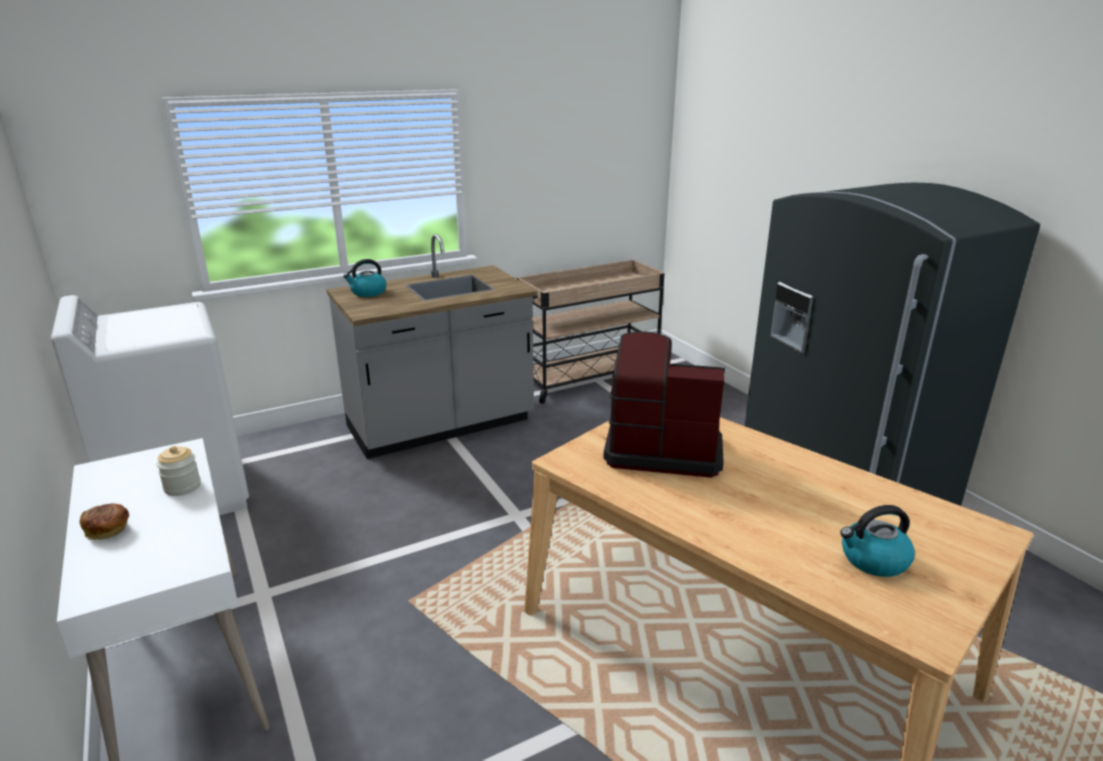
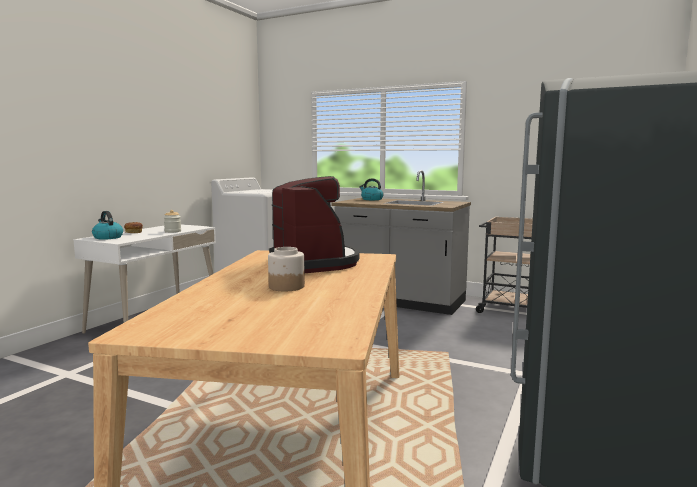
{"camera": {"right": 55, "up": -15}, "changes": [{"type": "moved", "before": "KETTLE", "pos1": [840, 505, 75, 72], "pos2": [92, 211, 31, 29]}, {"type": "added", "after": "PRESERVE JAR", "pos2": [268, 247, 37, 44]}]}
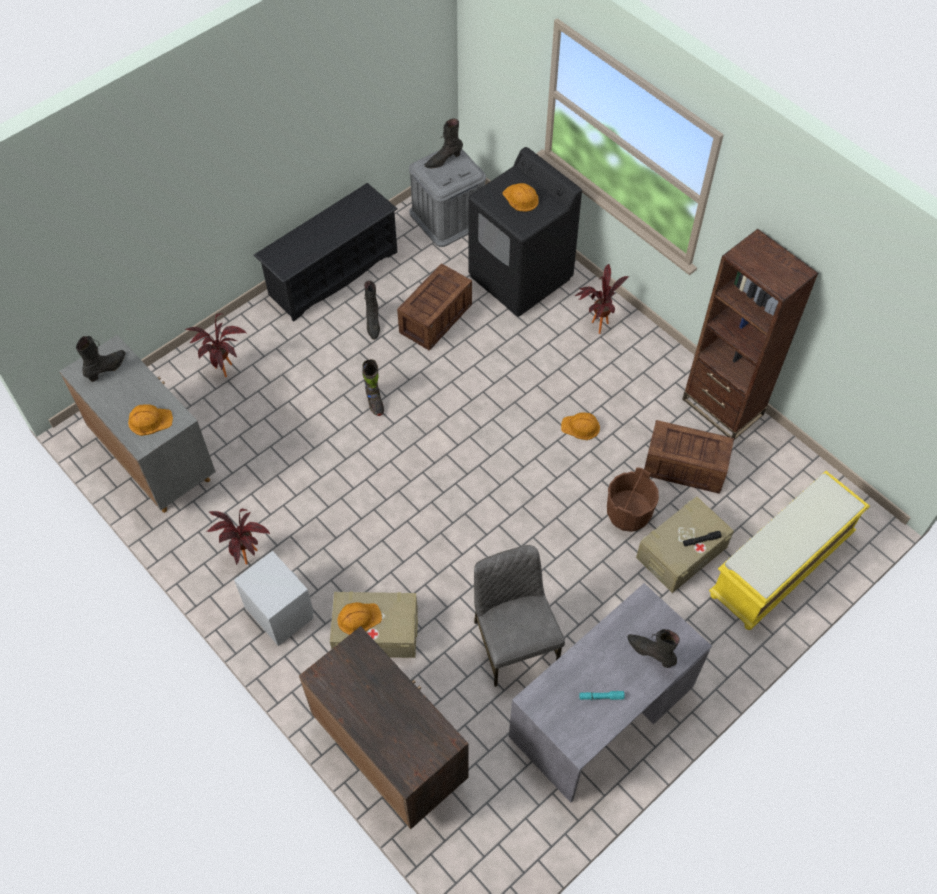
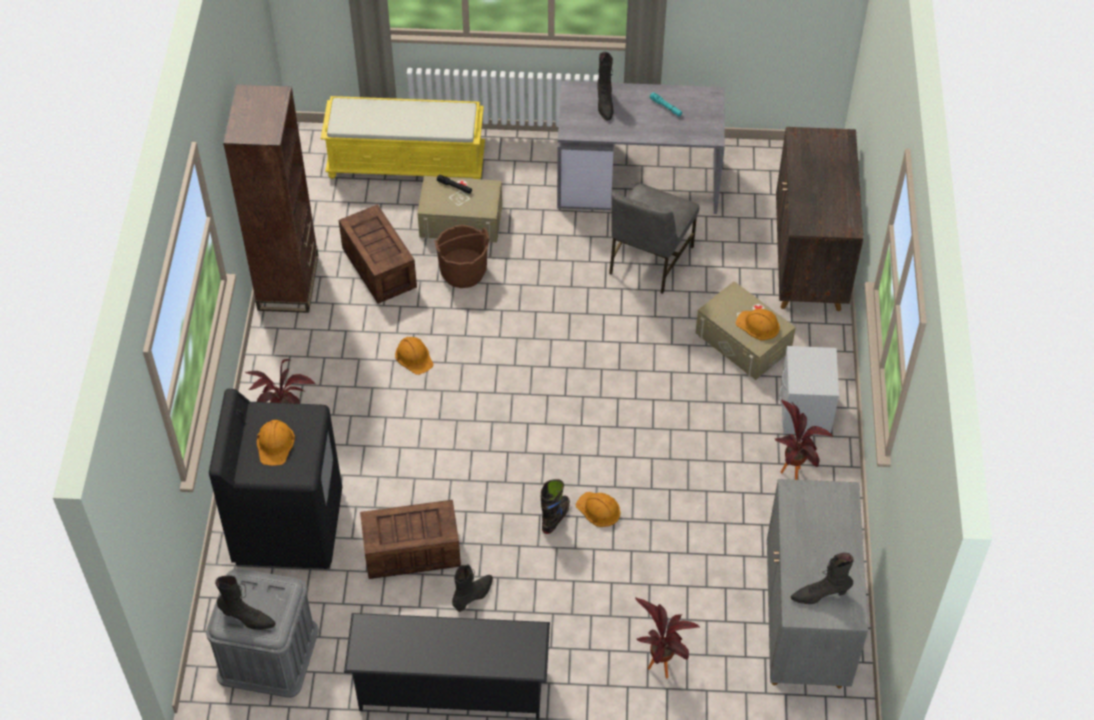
{"camera": {"right": -135, "up": -5}, "changes": [{"type": "moved", "before": "ORANGE-COLOURED SAFETY HELMET", "pos1": [128, 404, 45, 32], "pos2": [576, 492, 44, 35]}]}
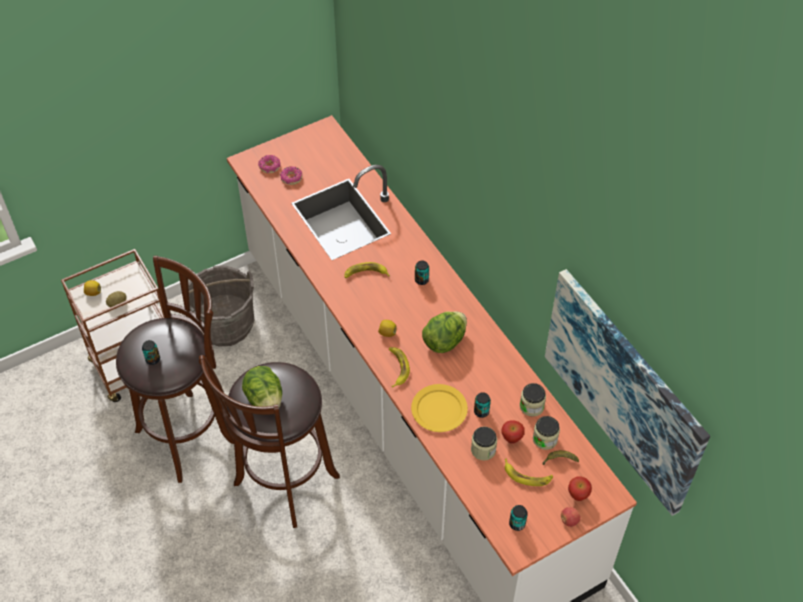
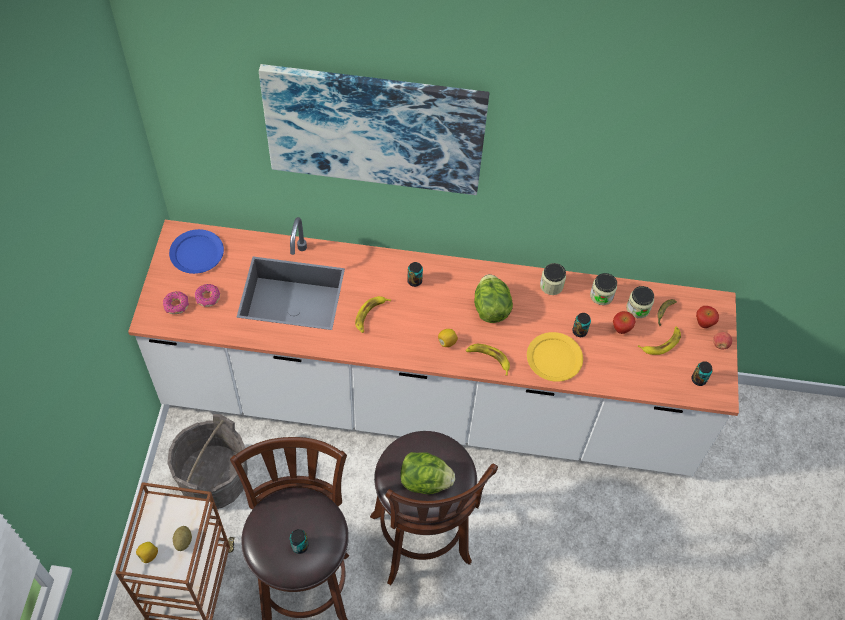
{"camera": {"right": -55, "up": 5}, "changes": [{"type": "moved", "before": "PICTURE", "pos1": [545, 269, 165, 247], "pos2": [259, 64, 230, 131]}, {"type": "moved", "before": "PRESERVE JAR", "pos1": [471, 427, 26, 33], "pos2": [540, 263, 26, 32]}, {"type": "added", "after": "BLUE-COLOURED FLAT DISH", "pos2": [169, 229, 55, 45]}]}
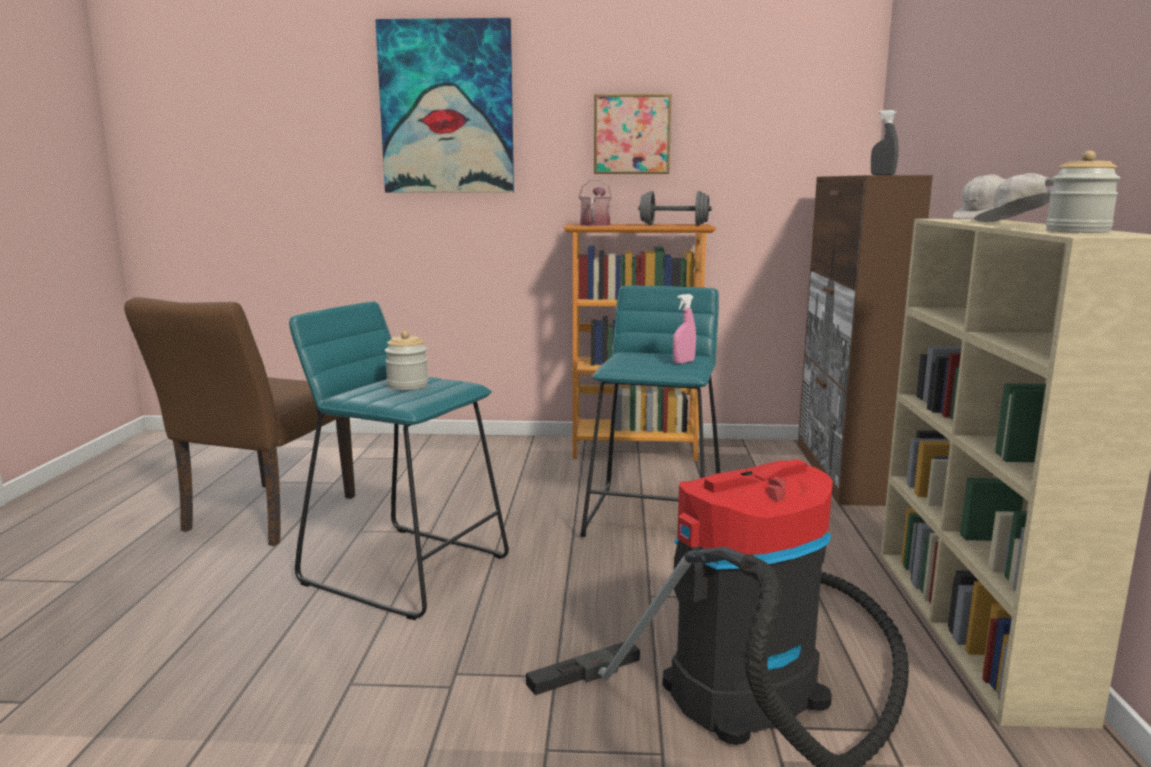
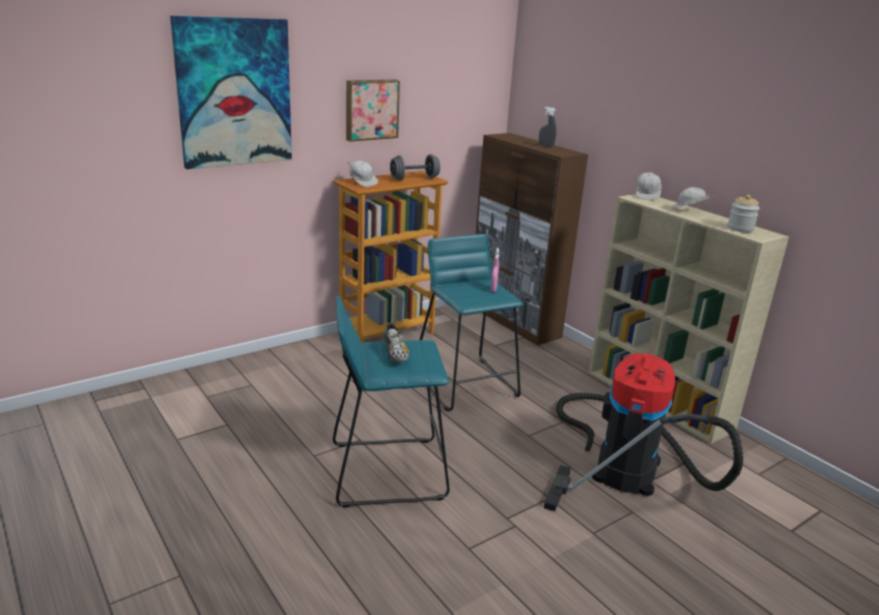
{"camera": {"right": -40, "up": 10}, "changes": [{"type": "replaced", "before": "SPRINKLING CAN", "after": "WHITE-COLOURED BASEBALL CAP", "pos1": [579, 179, 33, 47], "pos2": [347, 160, 31, 27]}, {"type": "removed", "before": "BROWNISH UPRIGHT CHAIR", "pos1": [124, 297, 231, 249]}, {"type": "replaced", "before": "PRESERVE JAR", "after": "ITEM OF FOOTWEAR", "pos1": [385, 331, 43, 59], "pos2": [384, 323, 25, 40]}]}
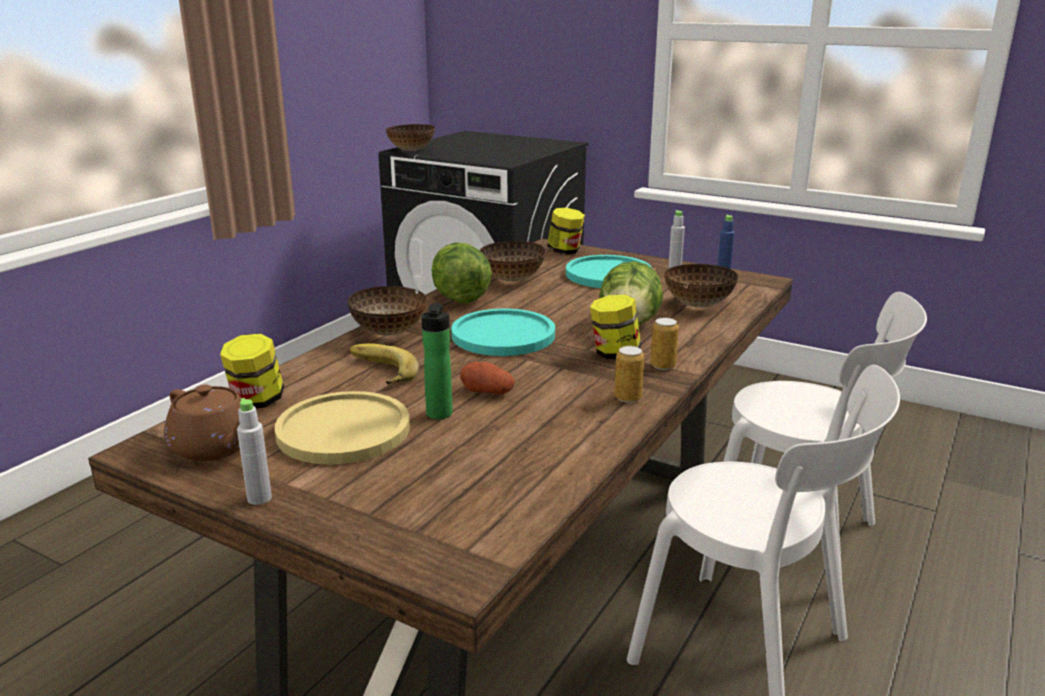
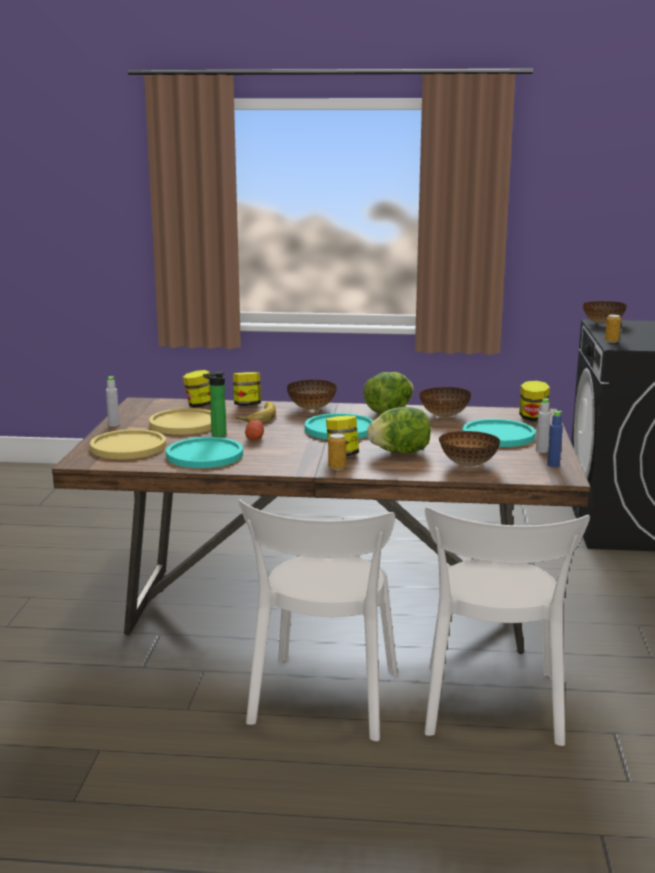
{"camera": {"right": 65, "up": -5}, "changes": [{"type": "moved", "before": "SEALED CAN", "pos1": [614, 346, 30, 57], "pos2": [605, 315, 16, 28]}, {"type": "removed", "before": "BROWNISH POT FOR TEA", "pos1": [164, 385, 77, 76]}, {"type": "added", "after": "PRESERVE JAR", "pos2": [233, 372, 28, 34]}, {"type": "added", "after": "YELLOWISH FLAT DISH", "pos2": [90, 429, 76, 30]}, {"type": "added", "after": "TURQUOISE-COLOURED FLAT DISH", "pos2": [166, 437, 77, 31]}]}
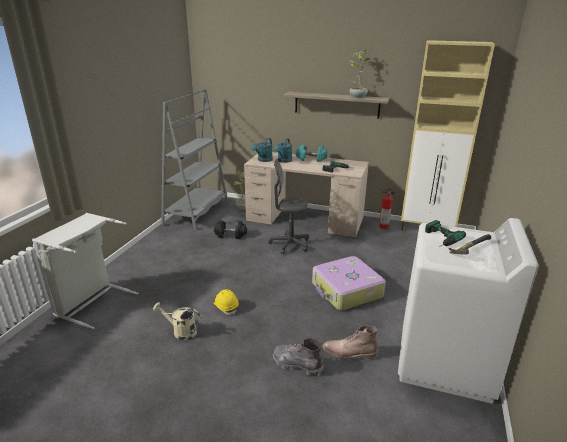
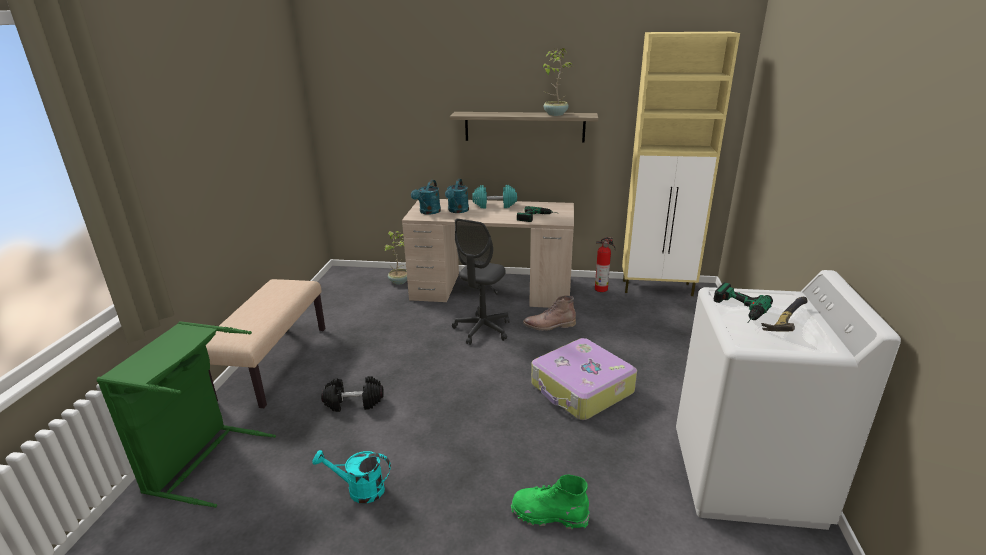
{"camera": {"right": -10, "up": 0}, "changes": [{"type": "removed", "before": "GREY SHELVING UNIT", "pos1": [161, 89, 67, 141]}, {"type": "turned", "before": "GREY DESK CHAIR", "pos1": [268, 159, 41, 96], "pos2": [452, 219, 58, 126], "turn": -60}, {"type": "recoloured", "before": "GREY WASHING BASKET", "after": "GREEN WASHING BASKET", "pos1": [32, 213, 107, 116], "pos2": [96, 321, 180, 187]}, {"type": "moved", "before": "BLACK DUMBBELL", "pos1": [214, 220, 33, 19], "pos2": [321, 376, 63, 36]}, {"type": "removed", "before": "YELLOWISH SAFETY HELMET", "pos1": [214, 289, 25, 26]}, {"type": "recoloured", "before": "SAND-COLOURED SPRINKLING CAN", "after": "TURQUOISE-COLOURED SPRINKLING CAN", "pos1": [153, 302, 48, 38], "pos2": [313, 450, 78, 54]}, {"type": "moved", "before": "BROWNISH TALL BOOT", "pos1": [322, 325, 56, 35], "pos2": [523, 295, 53, 36]}, {"type": "recoloured", "before": "GREY TALL BOOT", "after": "GREEN TALL BOOT", "pos1": [273, 338, 51, 38], "pos2": [511, 474, 78, 55]}, {"type": "added", "after": "SAND-COLOURED BENCH", "pos2": [206, 279, 119, 129]}]}
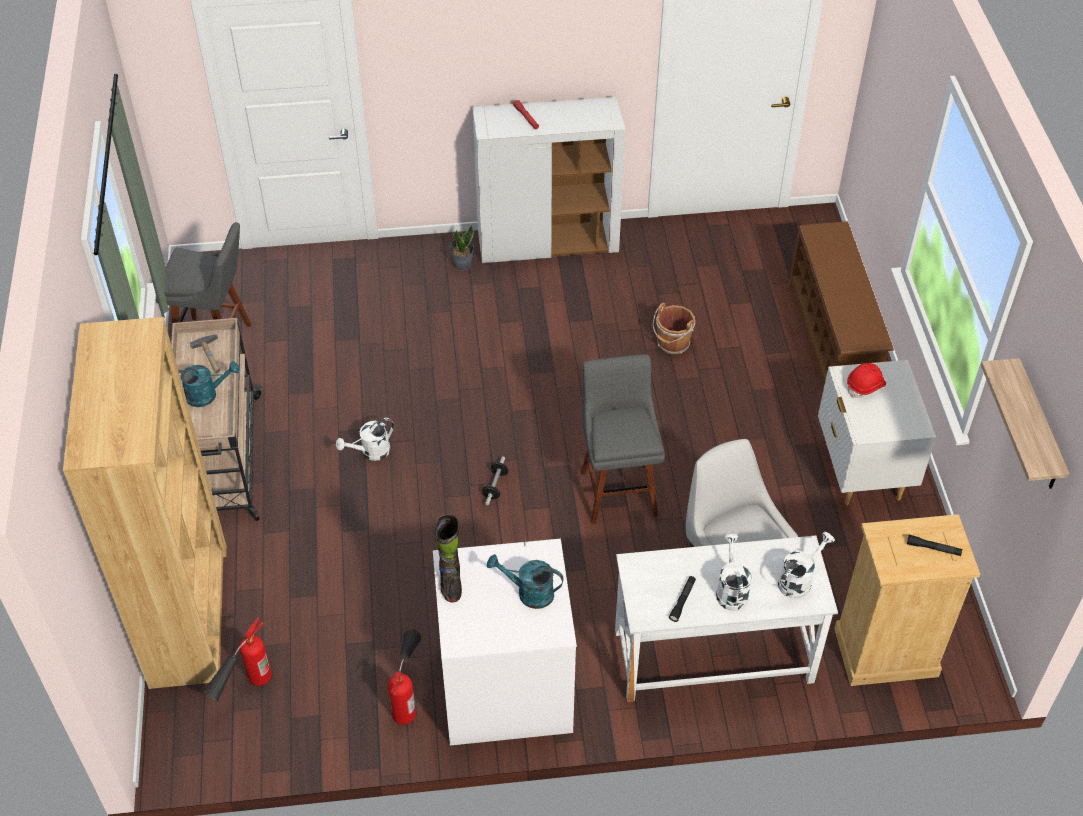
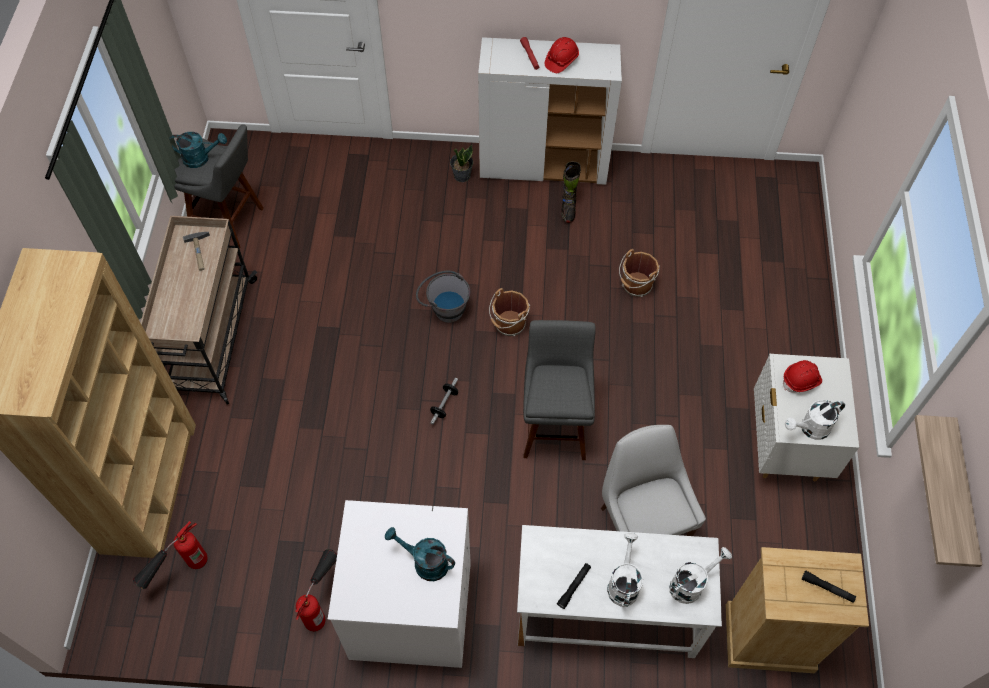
{"camera": {"right": 10, "up": 10}, "changes": [{"type": "removed", "before": "BROWNISH SHOE RACK", "pos1": [788, 221, 106, 169]}, {"type": "moved", "before": "TURQUOISE-COLOURED SPRINKLING CAN", "pos1": [178, 361, 62, 46], "pos2": [169, 132, 58, 36]}, {"type": "moved", "before": "WHITE-COLOURED SPRINKLING CAN", "pos1": [336, 418, 58, 43], "pos2": [785, 400, 60, 40]}, {"type": "moved", "before": "BLACK TALL BOOT", "pos1": [435, 514, 27, 88], "pos2": [561, 161, 20, 62]}, {"type": "added", "after": "RED SAFETY HELMET", "pos2": [545, 37, 34, 36]}, {"type": "added", "after": "GREY BUCKET", "pos2": [416, 271, 54, 52]}, {"type": "added", "after": "BROWNISH BUCKET", "pos2": [489, 288, 41, 48]}]}
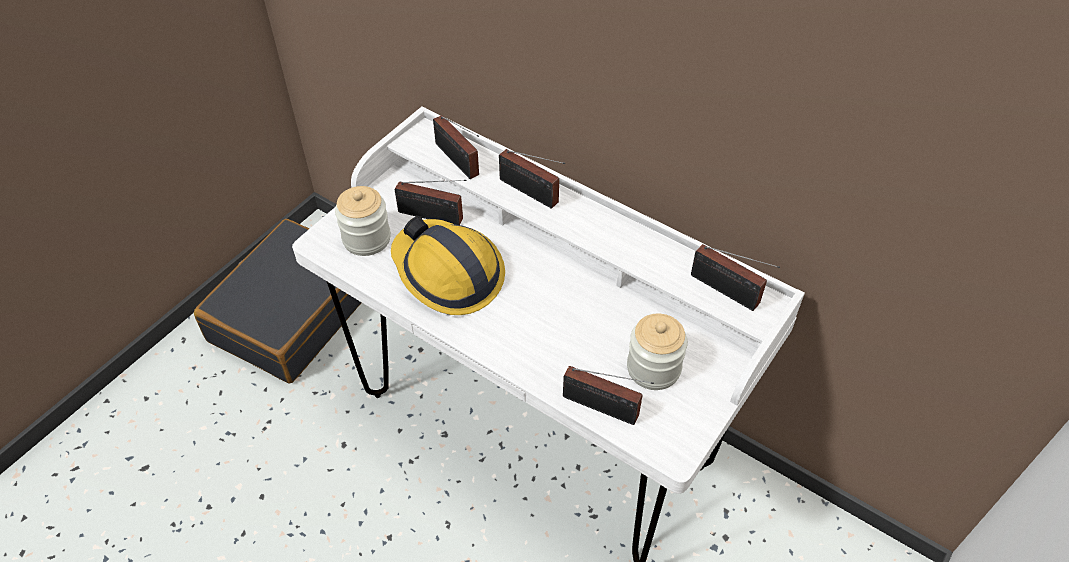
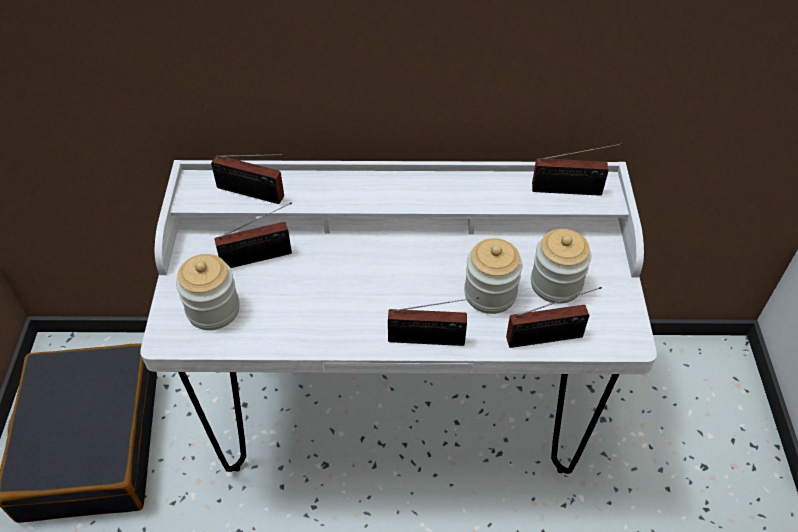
{"camera": {"right": -35, "up": 0}, "changes": [{"type": "moved", "before": "RADIO", "pos1": [499, 149, 66, 60], "pos2": [388, 297, 91, 49]}, {"type": "removed", "before": "SAFETY HELMET", "pos1": [391, 216, 114, 99]}, {"type": "added", "after": "PRESERVE JAR", "pos2": [464, 238, 59, 76]}]}
